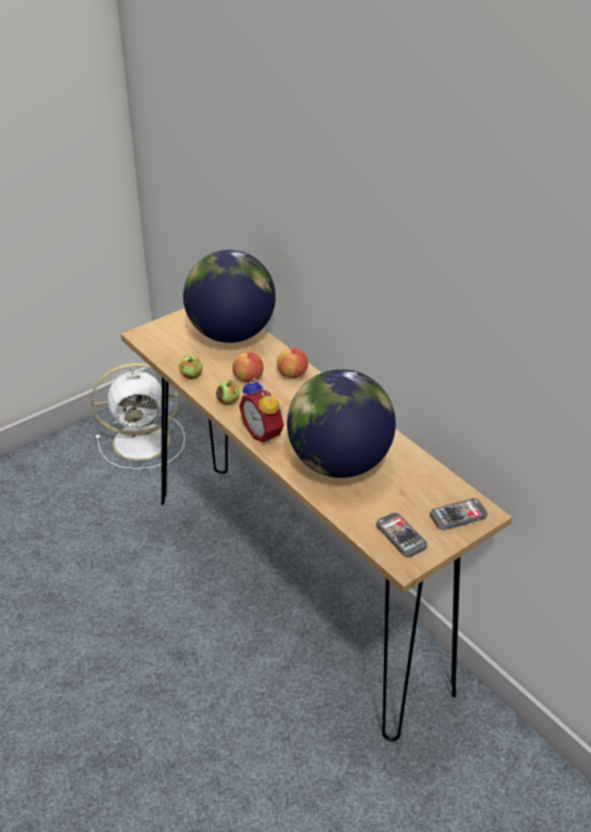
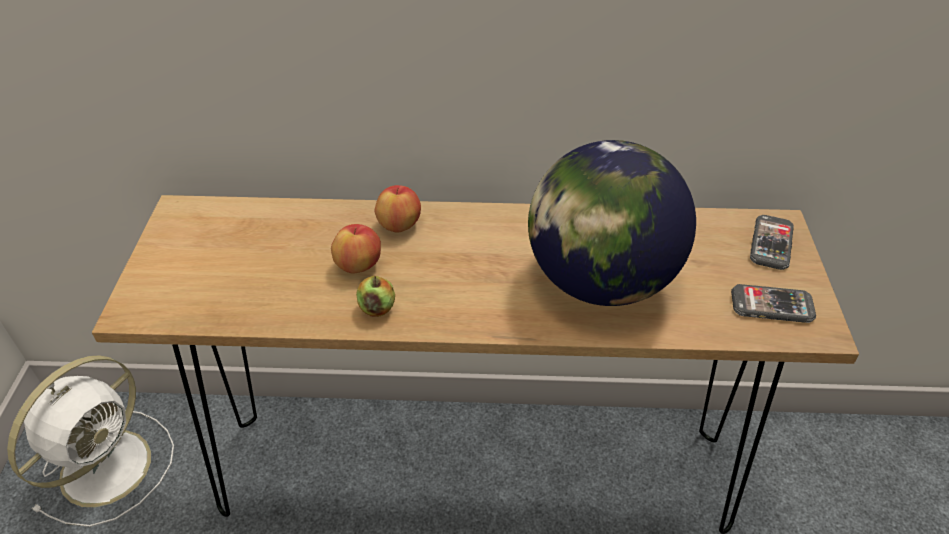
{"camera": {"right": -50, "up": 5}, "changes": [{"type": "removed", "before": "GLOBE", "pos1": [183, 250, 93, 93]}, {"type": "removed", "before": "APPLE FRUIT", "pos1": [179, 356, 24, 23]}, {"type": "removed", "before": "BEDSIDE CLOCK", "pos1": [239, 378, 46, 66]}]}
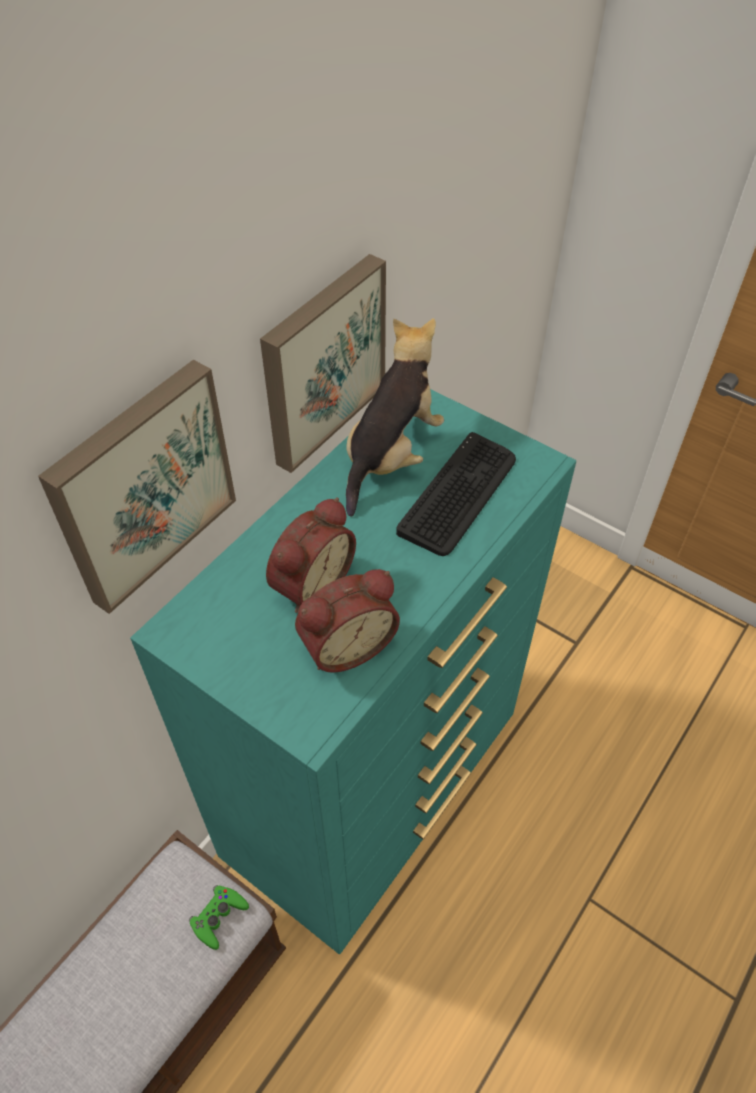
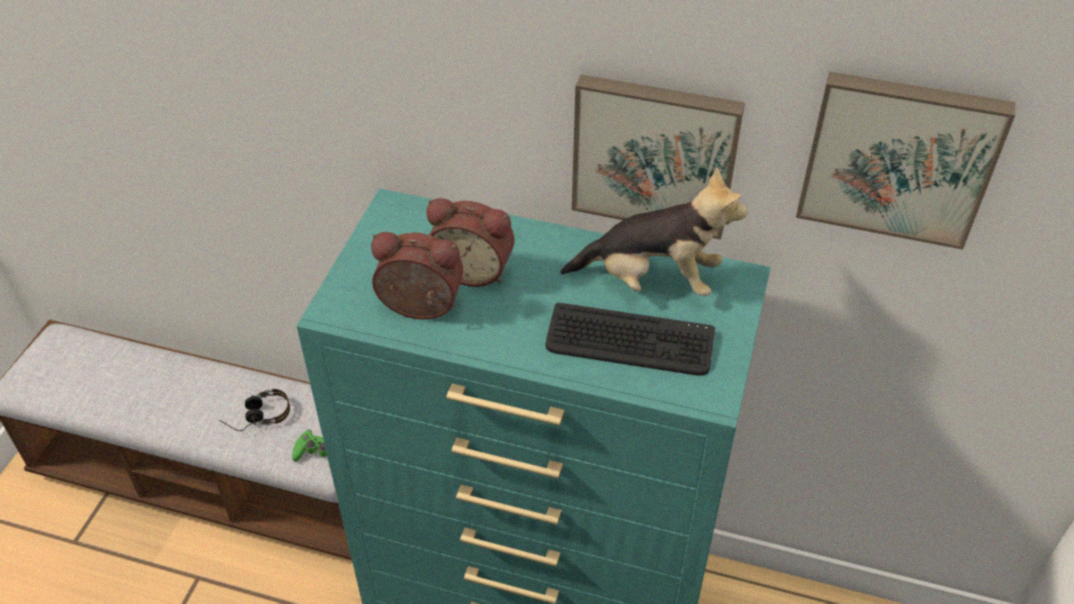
{"camera": {"right": 70, "up": -5}, "changes": [{"type": "moved", "before": "PICTURE", "pos1": [38, 360, 198, 254], "pos2": [796, 72, 219, 178]}, {"type": "turned", "before": "BEDSIDE CLOCK", "pos1": [295, 569, 105, 104], "pos2": [371, 232, 92, 88], "turn": 150}, {"type": "added", "after": "HEADPHONES", "pos2": [219, 389, 71, 42]}]}
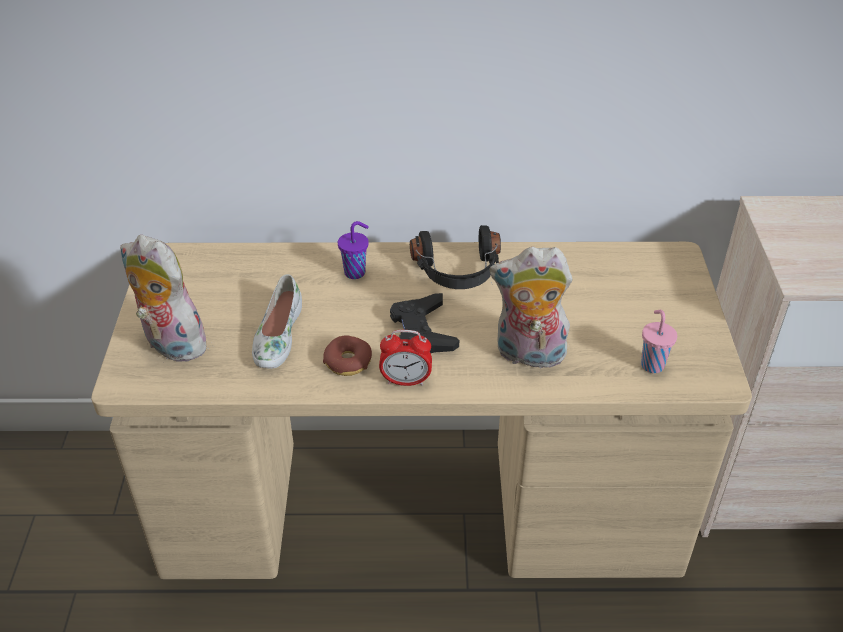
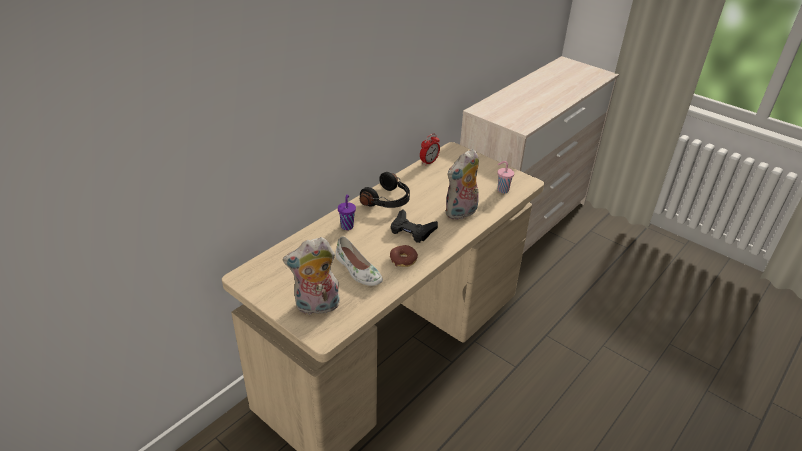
{"camera": {"right": -50, "up": -5}, "changes": [{"type": "moved", "before": "BEDSIDE CLOCK", "pos1": [379, 330, 53, 56], "pos2": [420, 133, 20, 33]}]}
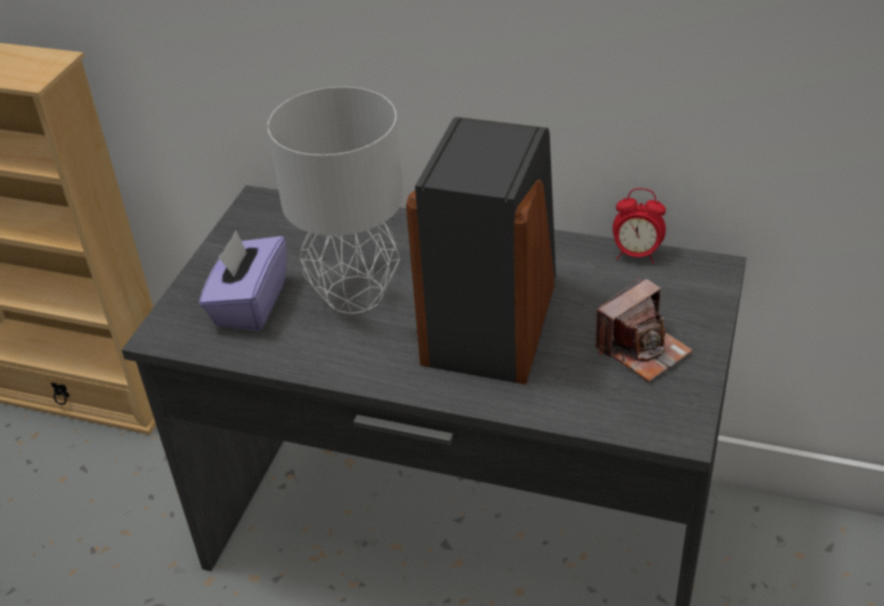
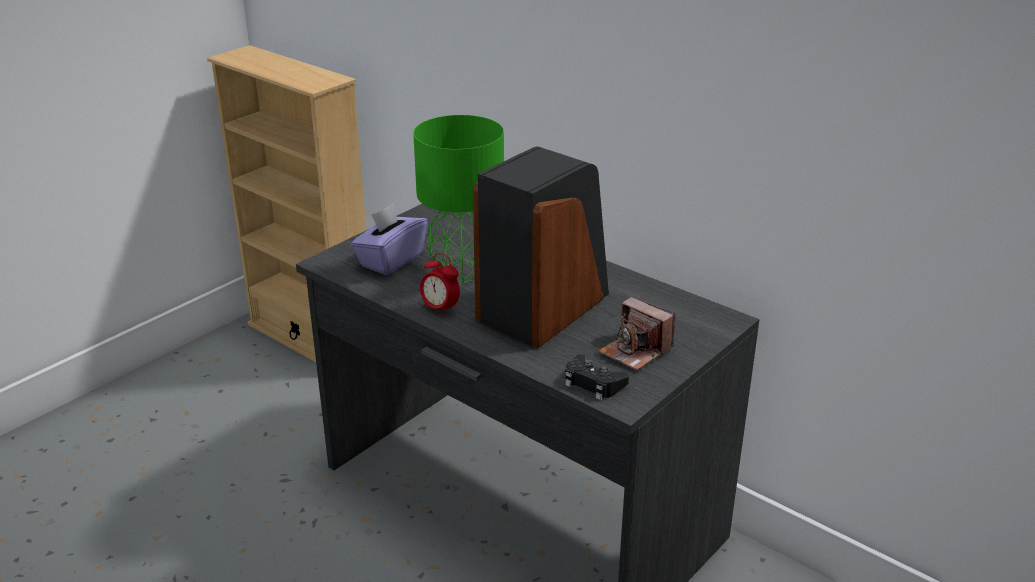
{"camera": {"right": 20, "up": -10}, "changes": [{"type": "recoloured", "before": "GREY TABLETOP LAMP", "after": "GREEN TABLETOP LAMP", "pos1": [268, 87, 136, 227], "pos2": [413, 115, 91, 167]}, {"type": "moved", "before": "BEDSIDE CLOCK", "pos1": [613, 188, 53, 75], "pos2": [420, 253, 40, 64]}, {"type": "turned", "before": "PHOTO CAMERA", "pos1": [595, 276, 98, 106], "pos2": [598, 297, 77, 74], "turn": 60}, {"type": "added", "after": "BLACK GAMEPAD", "pos2": [565, 355, 64, 45]}]}
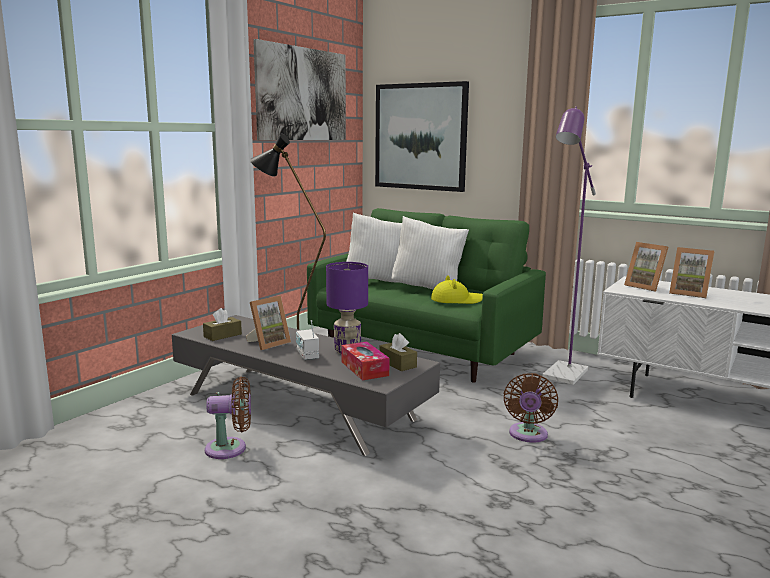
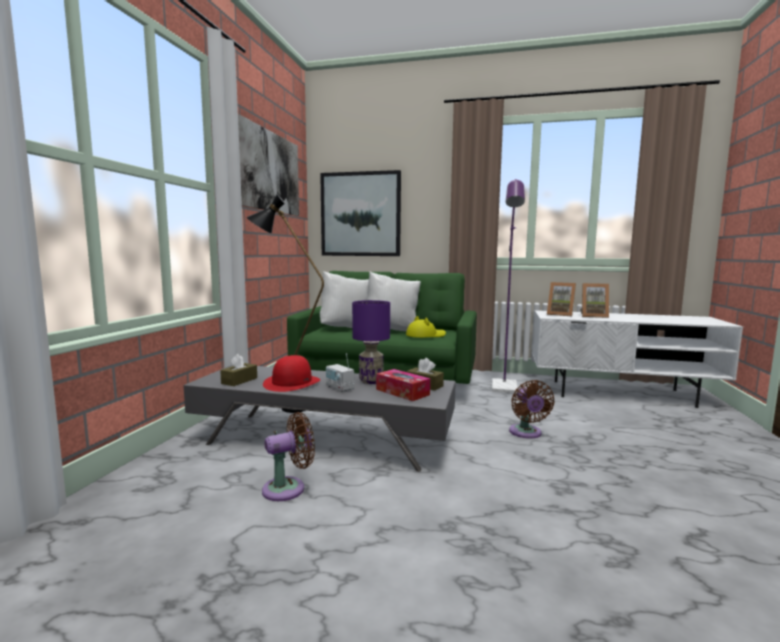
{"camera": {"right": -20, "up": -5}, "changes": [{"type": "replaced", "before": "PICTURE FRAME", "after": "RED HAT", "pos1": [246, 296, 45, 54], "pos2": [263, 355, 57, 37]}]}
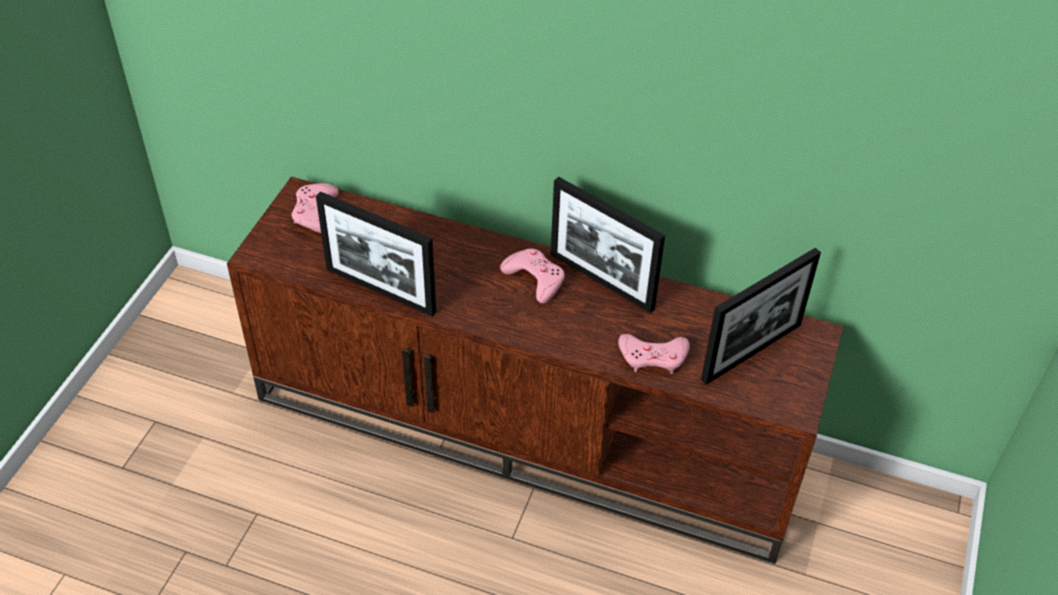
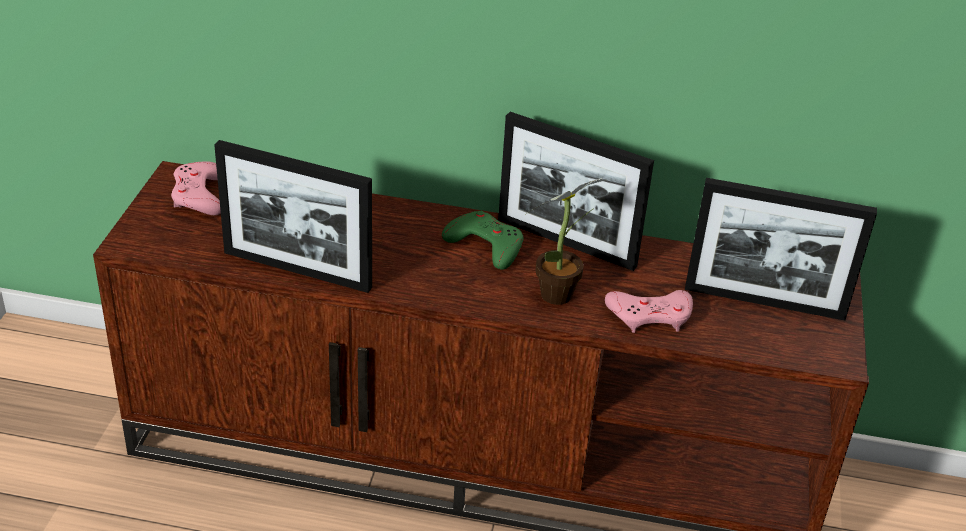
{"camera": {"right": -10, "up": -10}, "changes": [{"type": "recoloured", "before": "PINKISH GAMEPAD", "after": "GREEN GAMEPAD", "pos1": [500, 248, 65, 56], "pos2": [442, 211, 82, 59]}, {"type": "turned", "before": "PICTURE FRAME", "pos1": [701, 248, 120, 137], "pos2": [685, 178, 192, 142], "turn": 60}, {"type": "added", "after": "HOUSEPLANT", "pos2": [525, 178, 81, 127]}]}
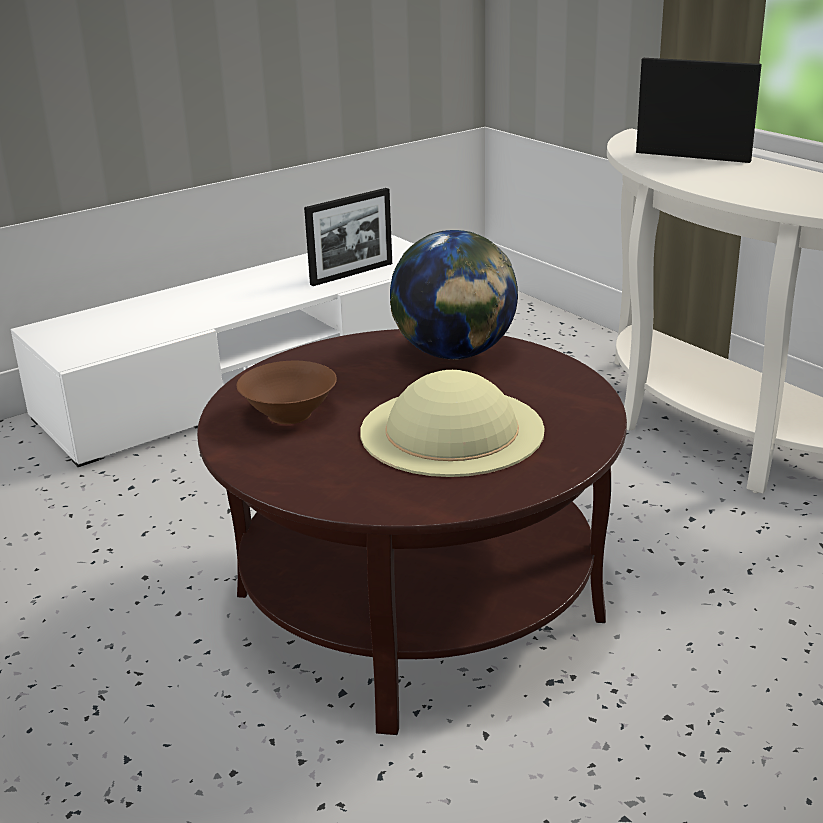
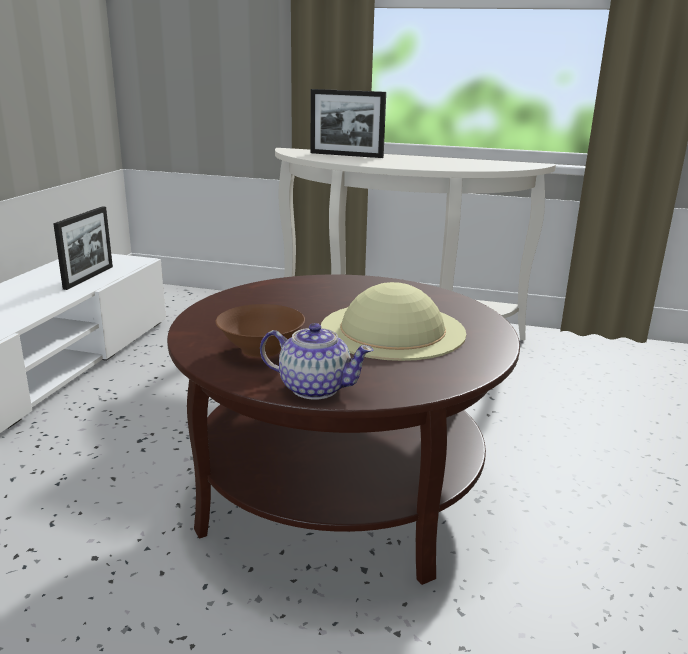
{"camera": {"right": -40, "up": -5}, "changes": [{"type": "turned", "before": "PICTURE FRAME", "pos1": [636, 58, 126, 105], "pos2": [311, 89, 75, 69], "turn": -150}, {"type": "removed", "before": "GLOBE", "pos1": [390, 230, 128, 129]}, {"type": "added", "after": "POT FOR TEA", "pos2": [260, 323, 114, 77]}]}
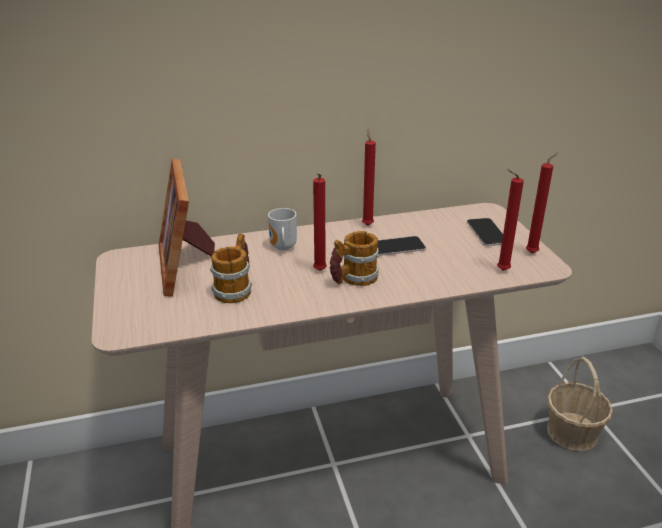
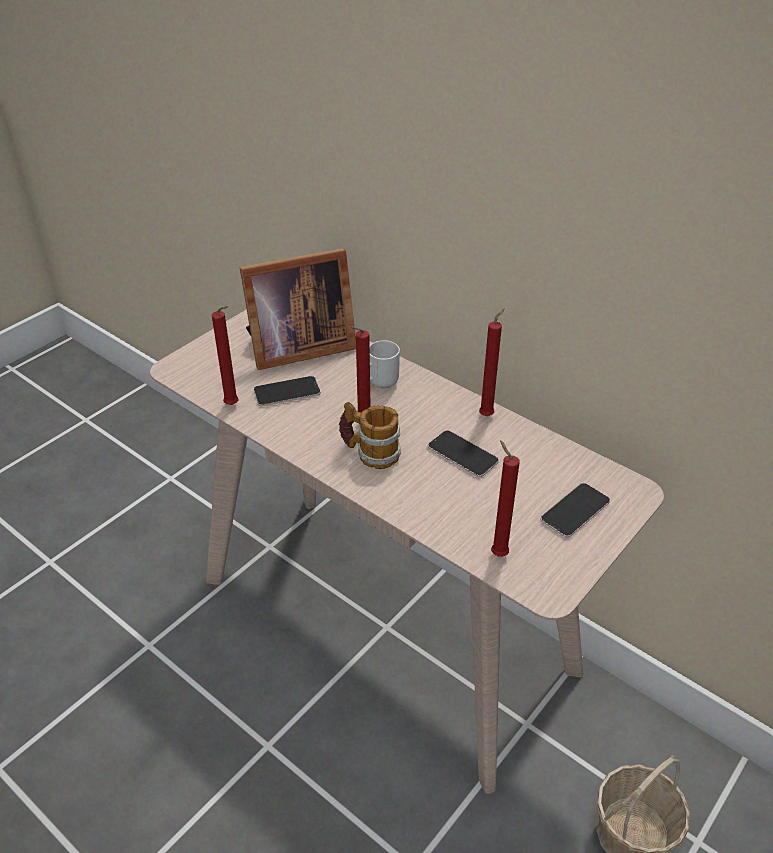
{"camera": {"right": 55, "up": 10}, "changes": [{"type": "moved", "before": "RED WAX CANDLE", "pos1": [526, 152, 32, 102], "pos2": [212, 306, 26, 99]}, {"type": "turned", "before": "PICTURE FRAME", "pos1": [159, 159, 56, 138], "pos2": [240, 248, 116, 122], "turn": -150}, {"type": "replaced", "before": "MUG", "after": "HANDSET", "pos1": [210, 234, 42, 69], "pos2": [253, 376, 68, 30]}]}
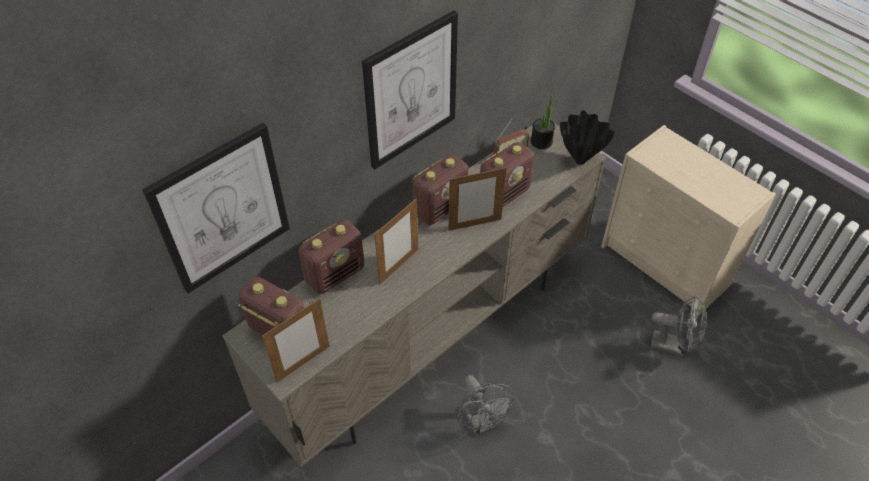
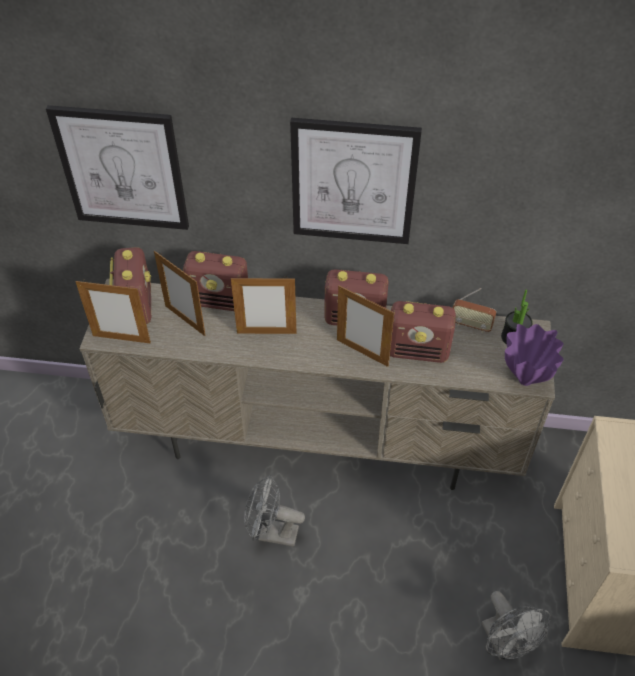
{"camera": {"right": 50, "up": 0}, "changes": [{"type": "recoloured", "before": "BLACK FLOWER VASE", "after": "PURPLISH FLOWER VASE", "pos1": [560, 110, 55, 55], "pos2": [505, 324, 59, 62]}, {"type": "turned", "before": "GREY COOLING FAN", "pos1": [457, 375, 57, 60], "pos2": [244, 475, 61, 72], "turn": 75}, {"type": "added", "after": "PICTURE FRAME", "pos2": [154, 251, 52, 85]}]}
